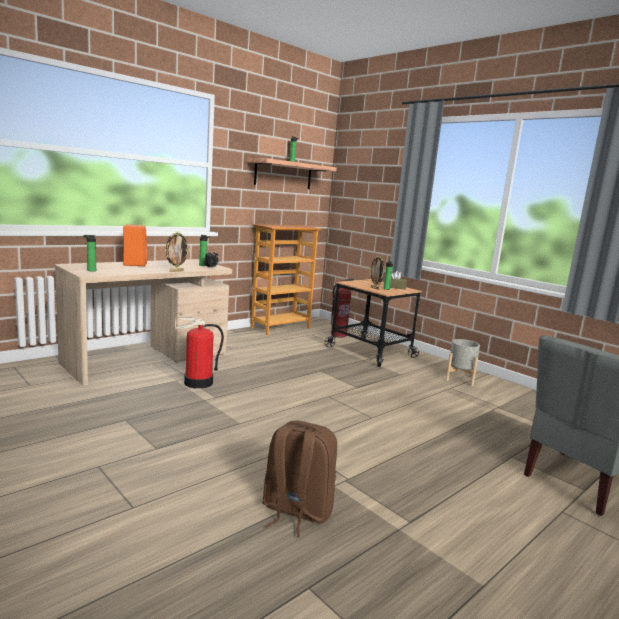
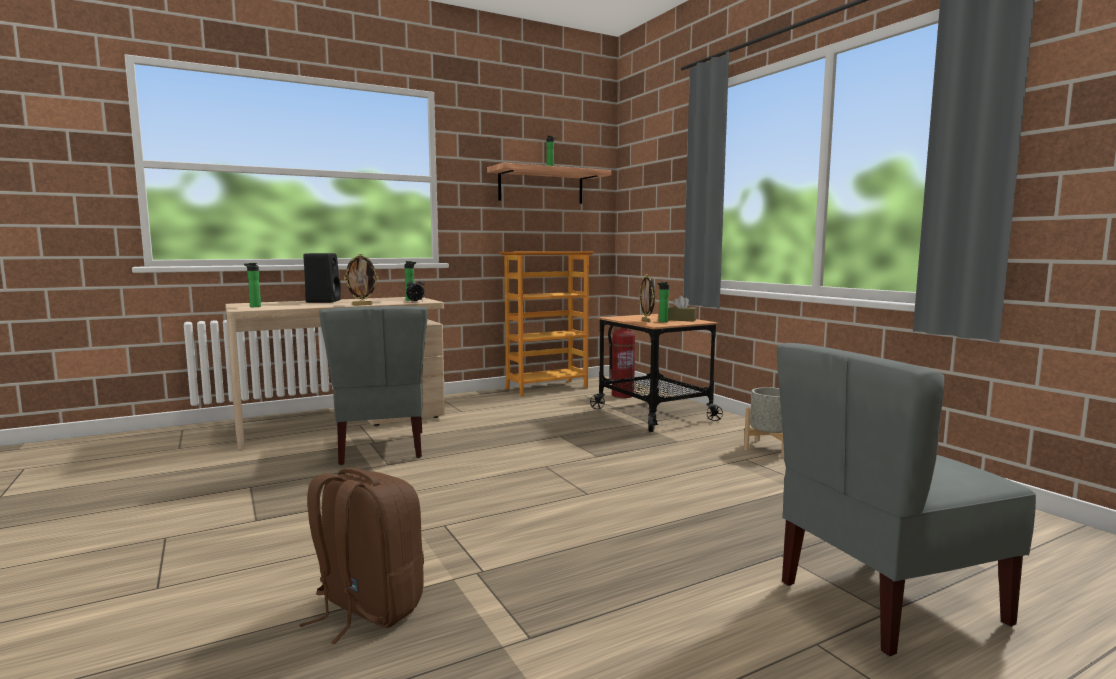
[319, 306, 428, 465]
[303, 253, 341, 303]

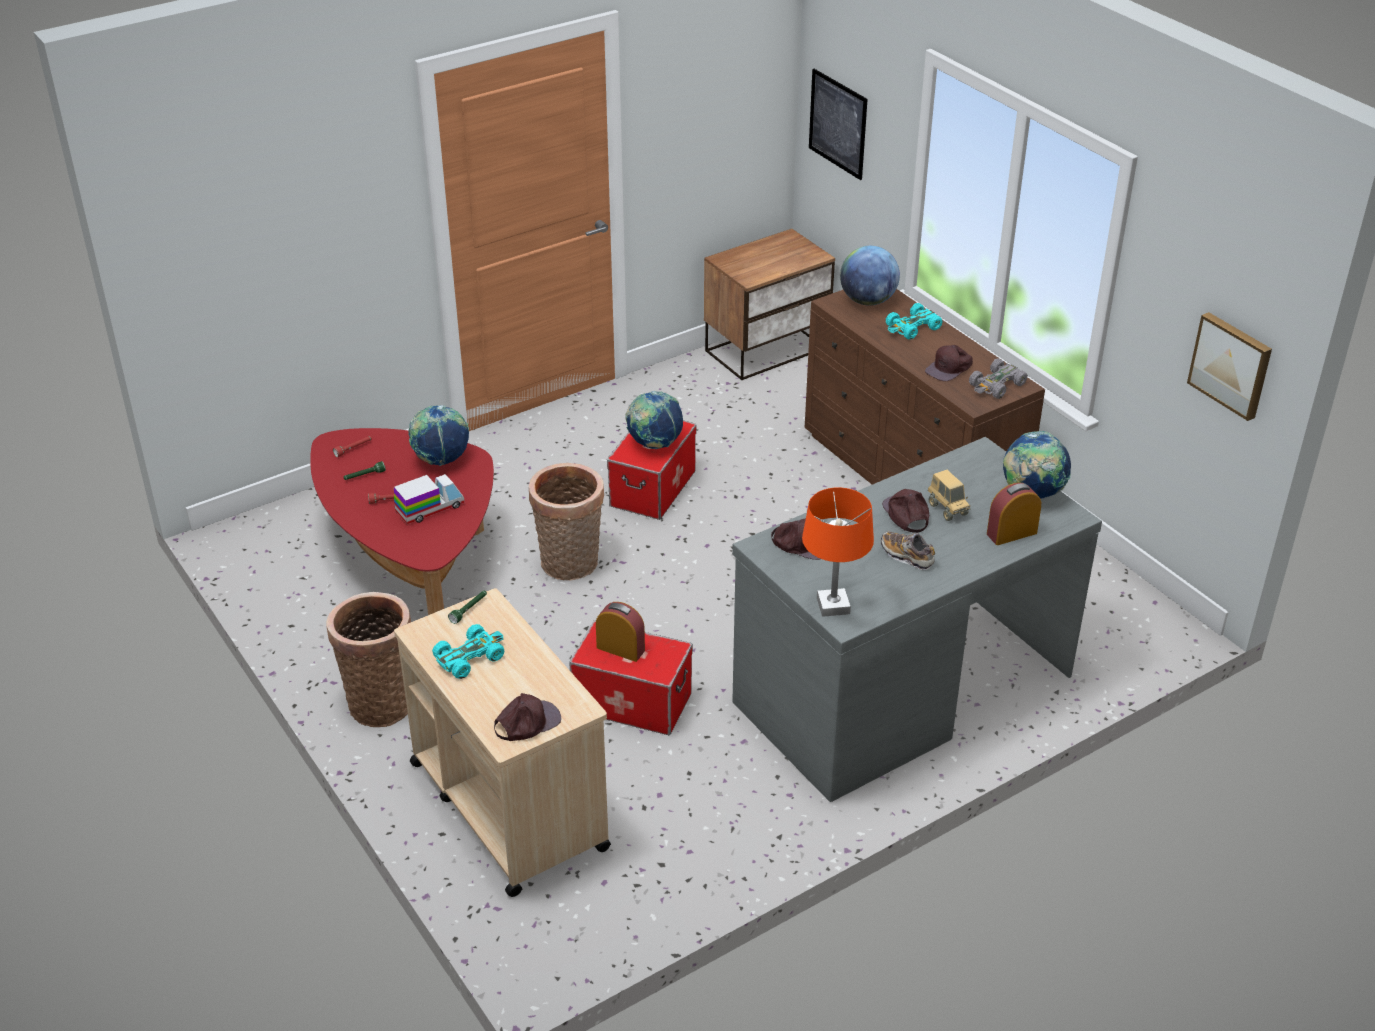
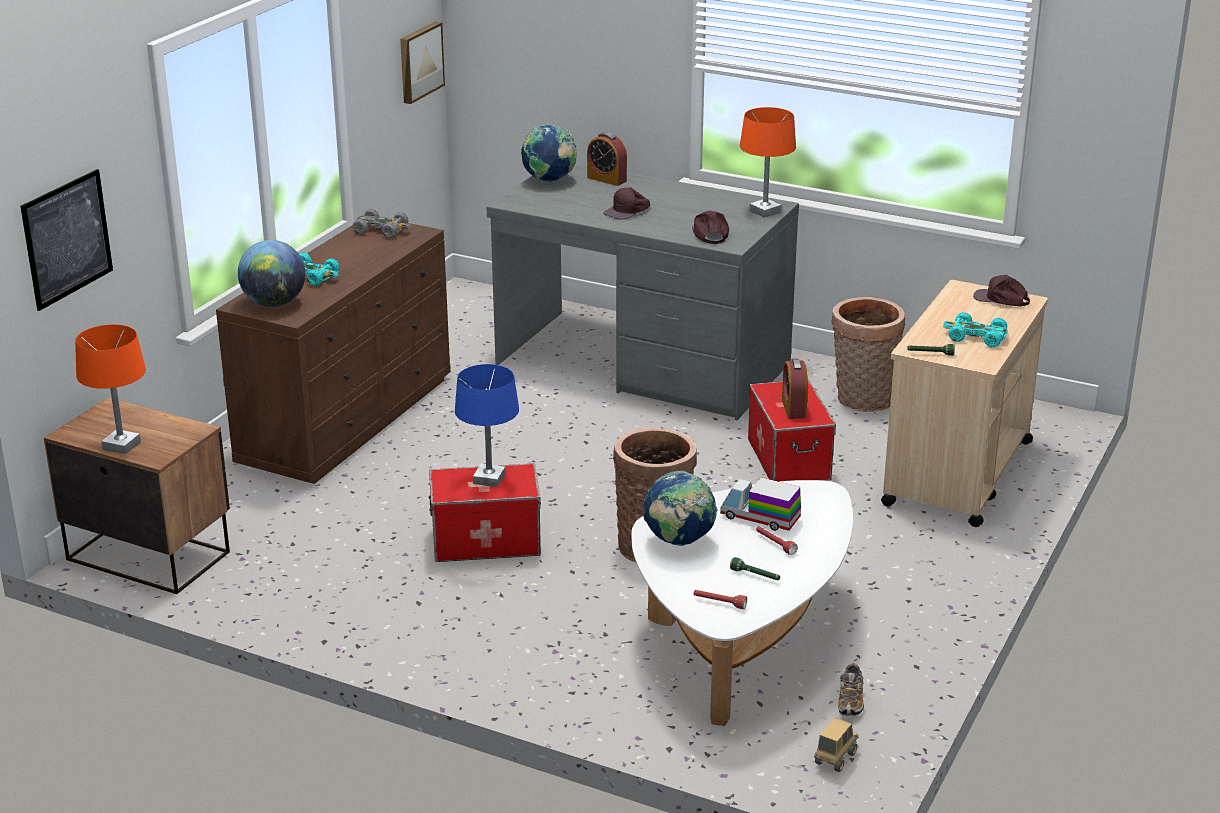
[925, 345, 973, 381] (first image)
[75, 324, 146, 454]
[832, 297, 905, 412]
[838, 662, 864, 717]
[814, 717, 859, 772]
[455, 364, 519, 487]
[631, 480, 853, 726]

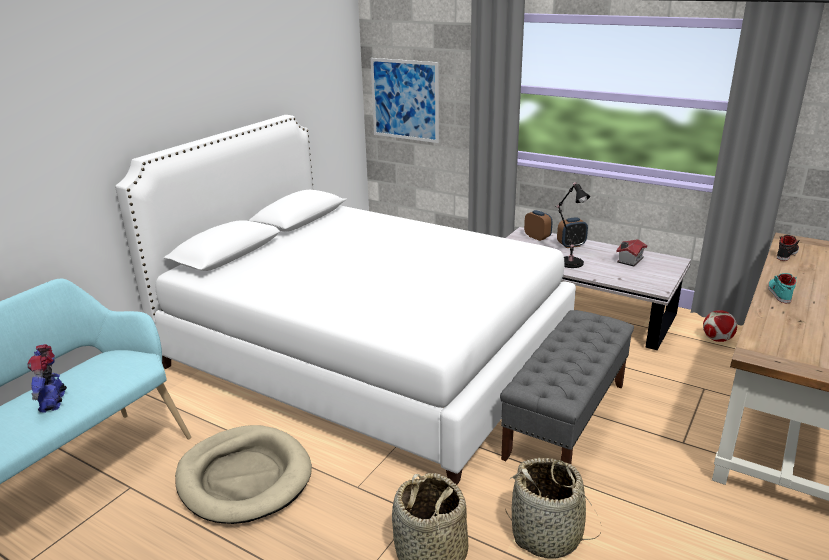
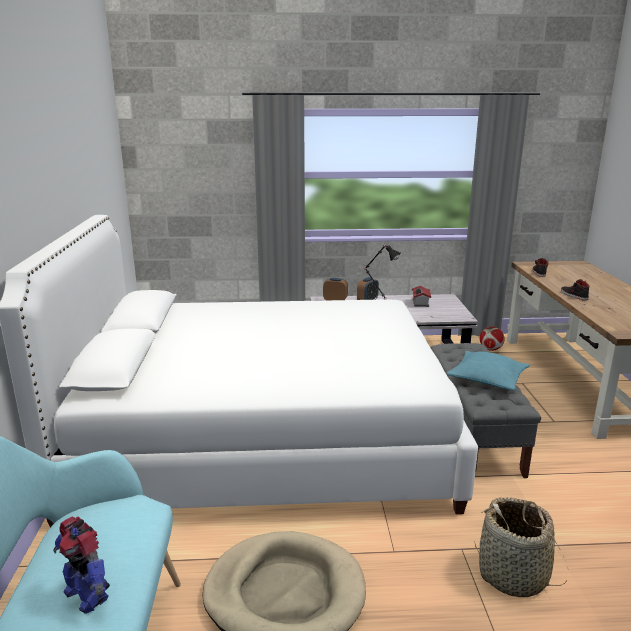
[371, 58, 439, 143] (first image)
[505, 458, 601, 559] (first image)
[446, 351, 530, 391]
[561, 279, 589, 300]

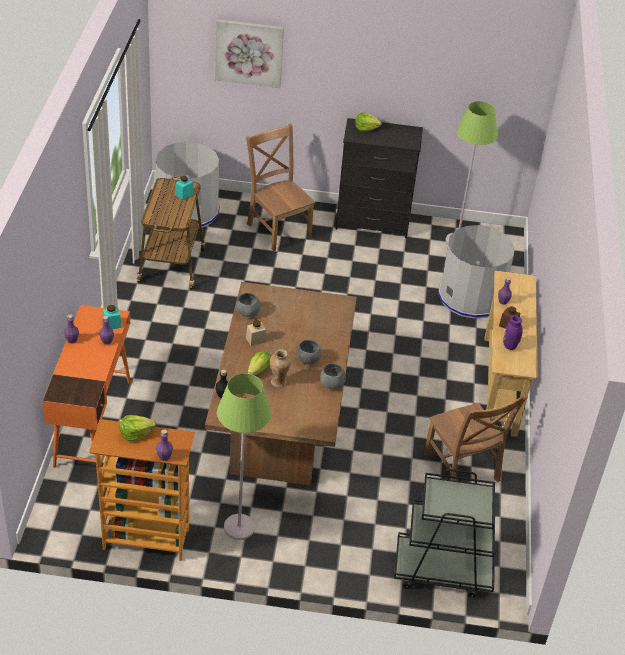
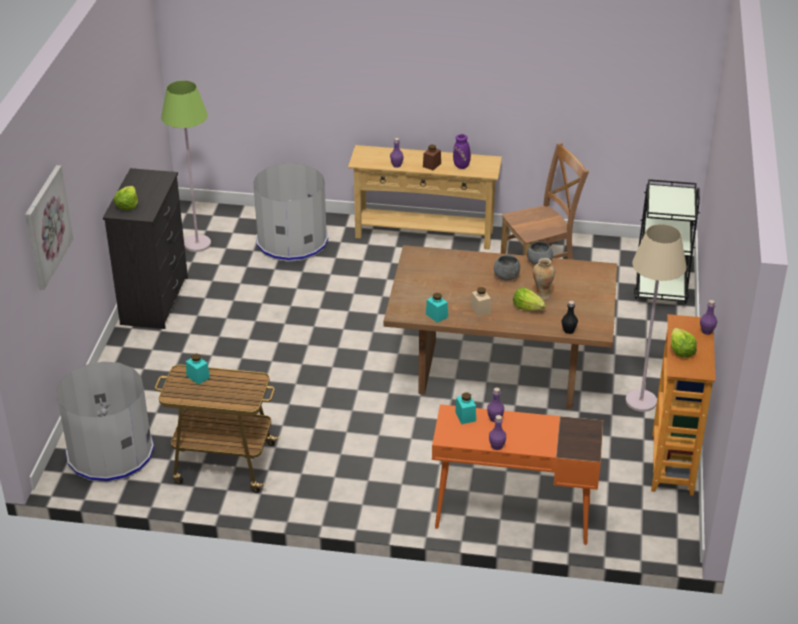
[246, 124, 315, 251] (first image)
[426, 293, 448, 323]
[626, 224, 687, 412]

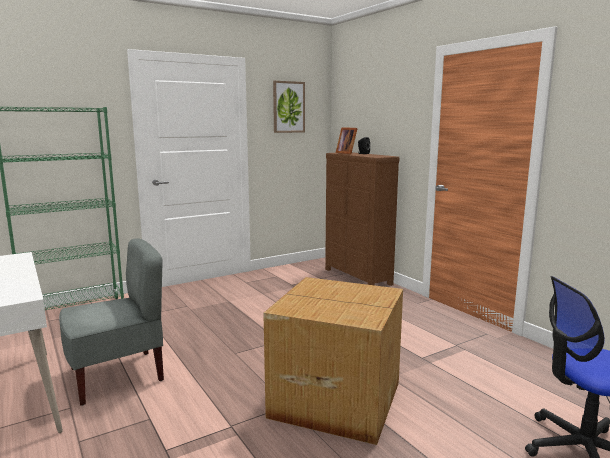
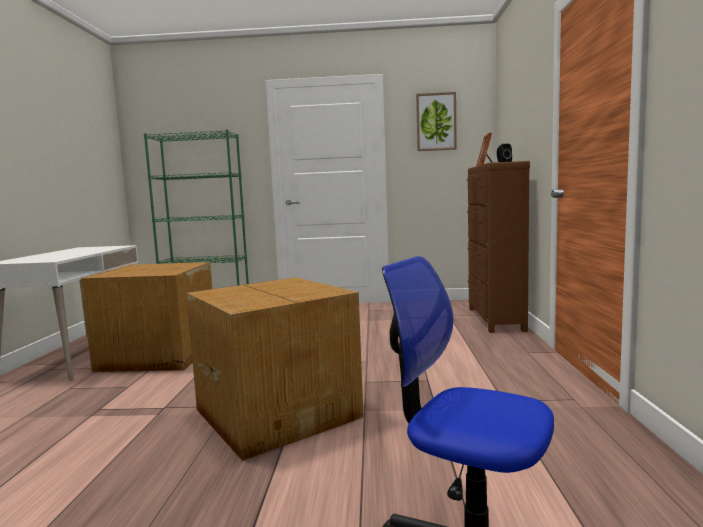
[81, 262, 212, 372]

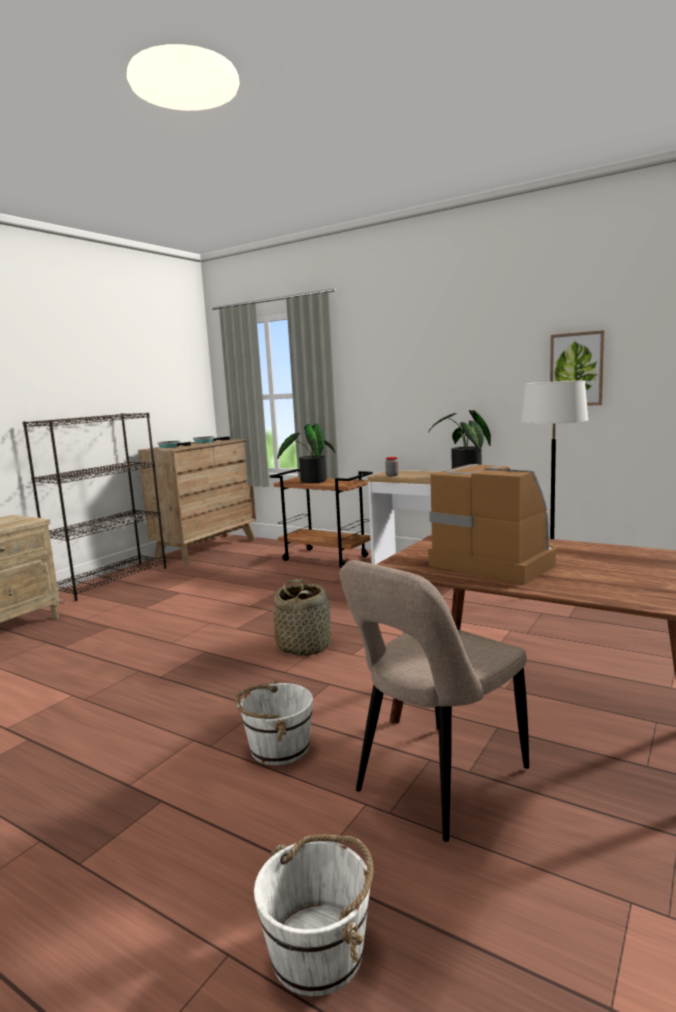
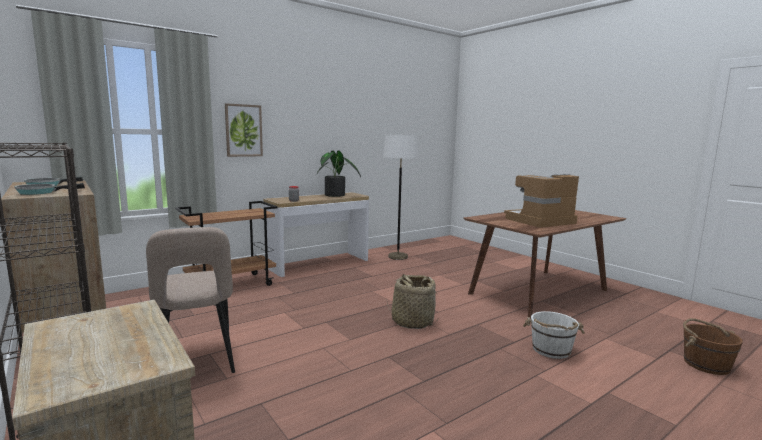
[277, 424, 335, 483] (first image)
[146, 227, 235, 373]
[225, 103, 263, 157]
[683, 318, 743, 375]

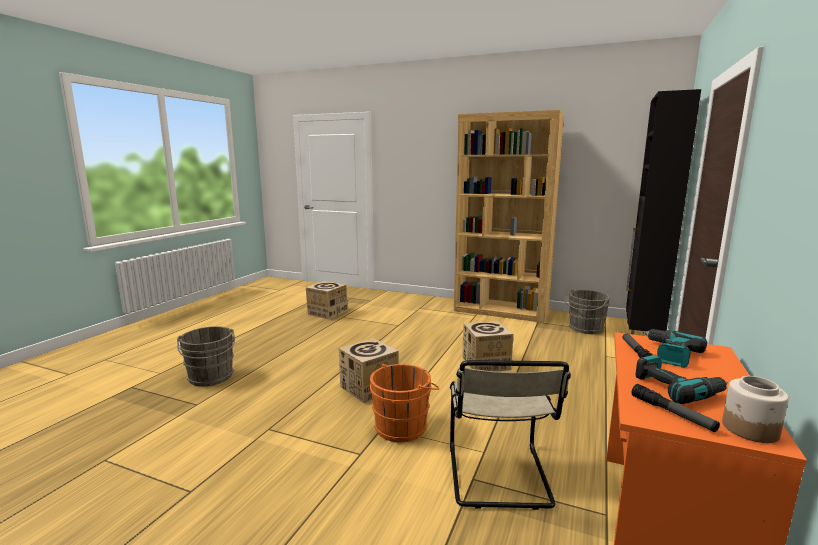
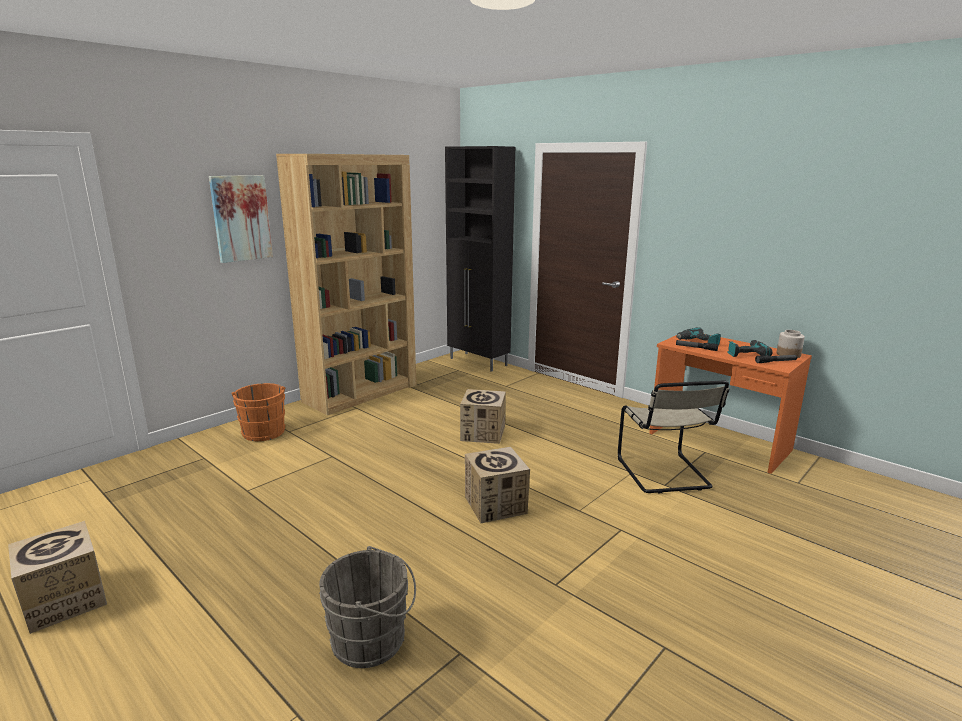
[564, 289, 610, 334] (first image)
[209, 175, 273, 263]
[8, 521, 107, 634]
[231, 383, 285, 441]
[618, 381, 729, 494]

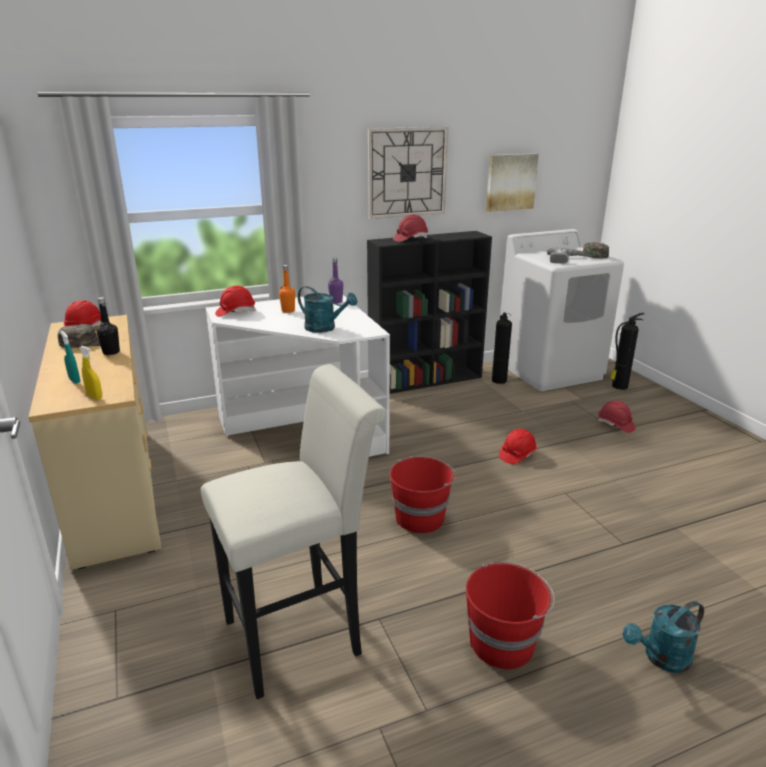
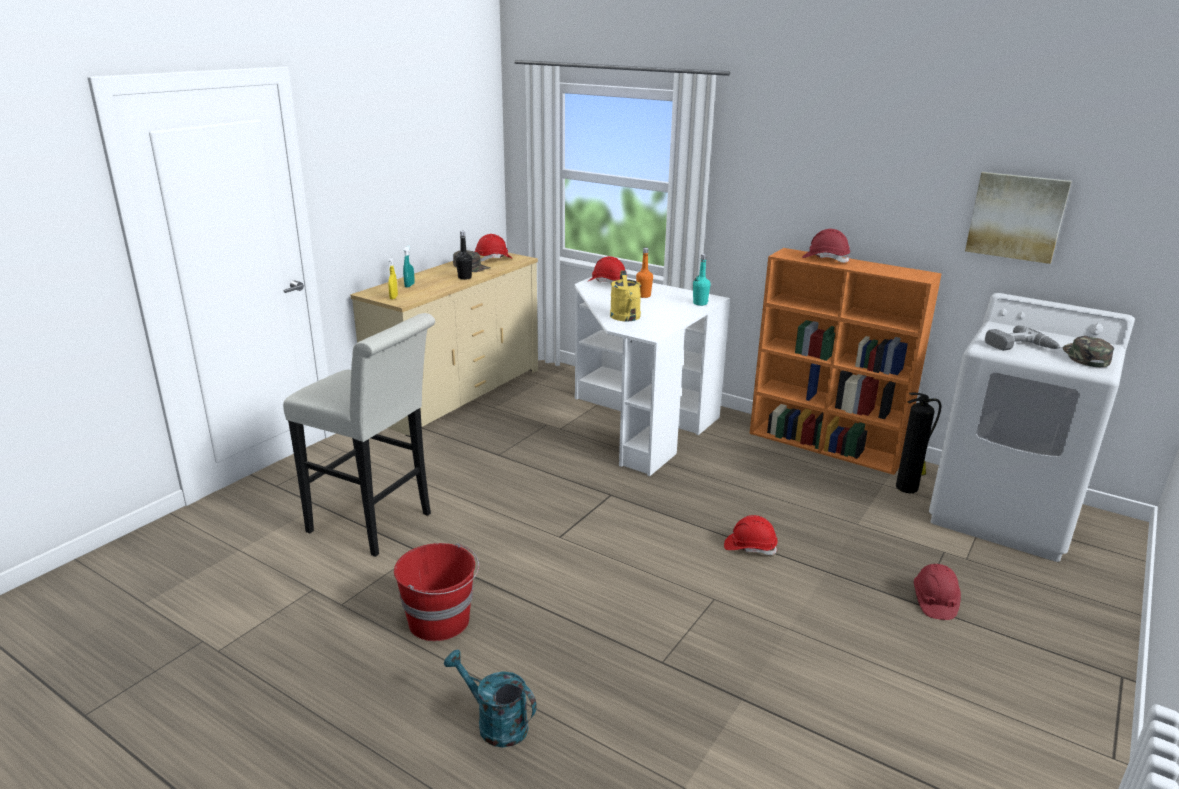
[368, 127, 448, 219] (first image)
[389, 456, 456, 533] (first image)
[610, 313, 645, 390] (first image)
[610, 270, 641, 321]
[693, 254, 711, 306]
[749, 248, 942, 475]

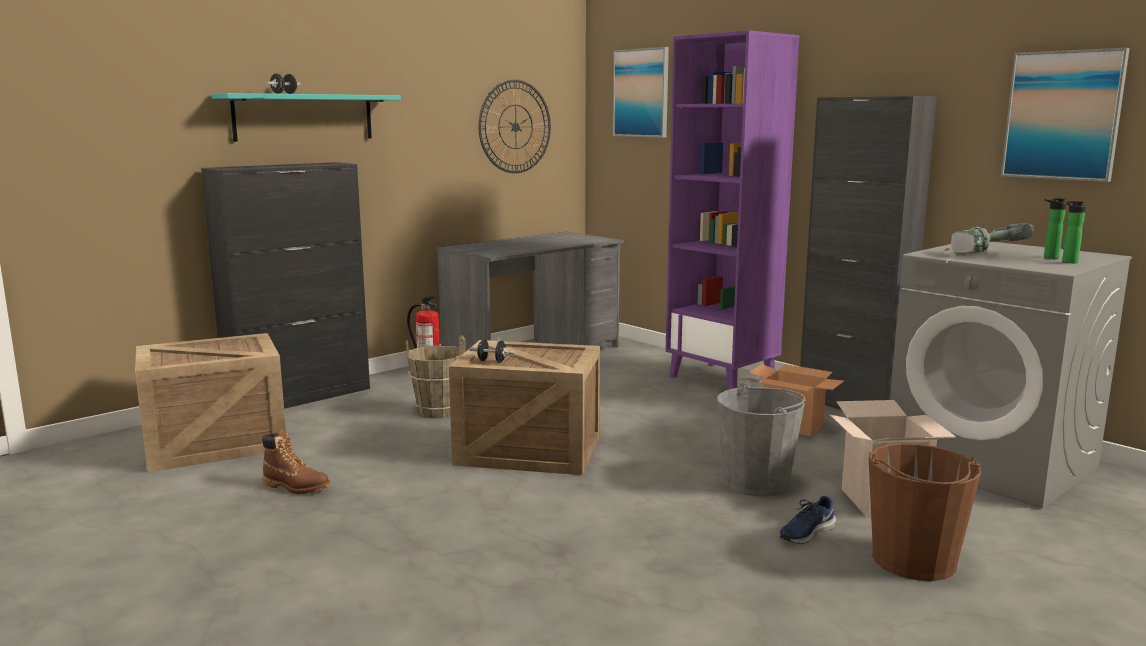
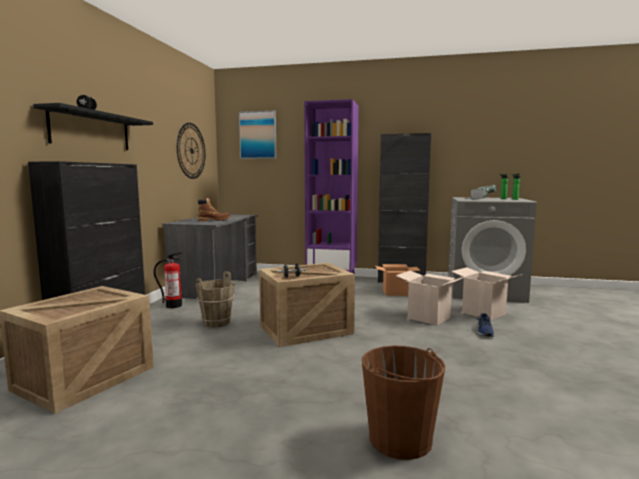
[1001, 48, 1130, 182] (first image)
[197, 196, 231, 221]
[362, 345, 446, 460]
[396, 271, 466, 326]
[33, 103, 153, 150]

